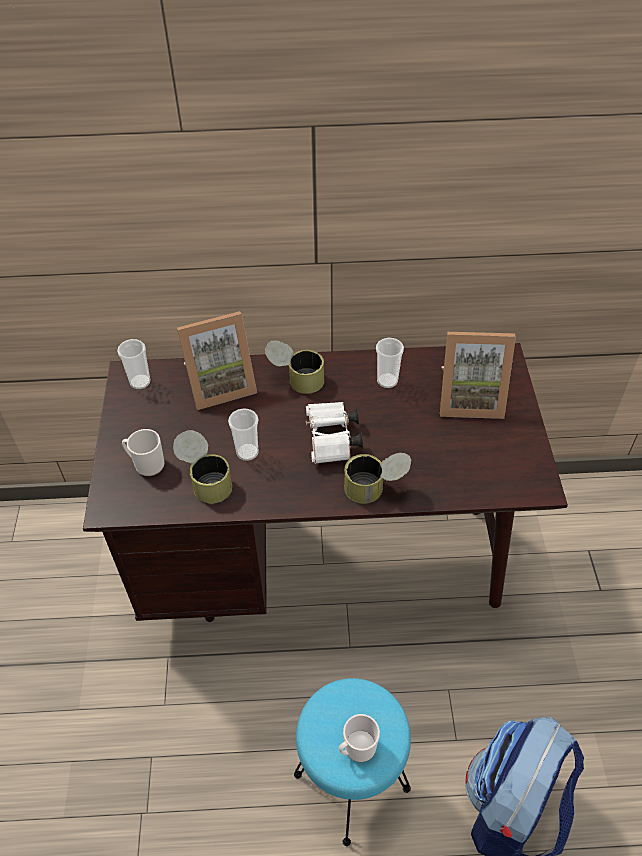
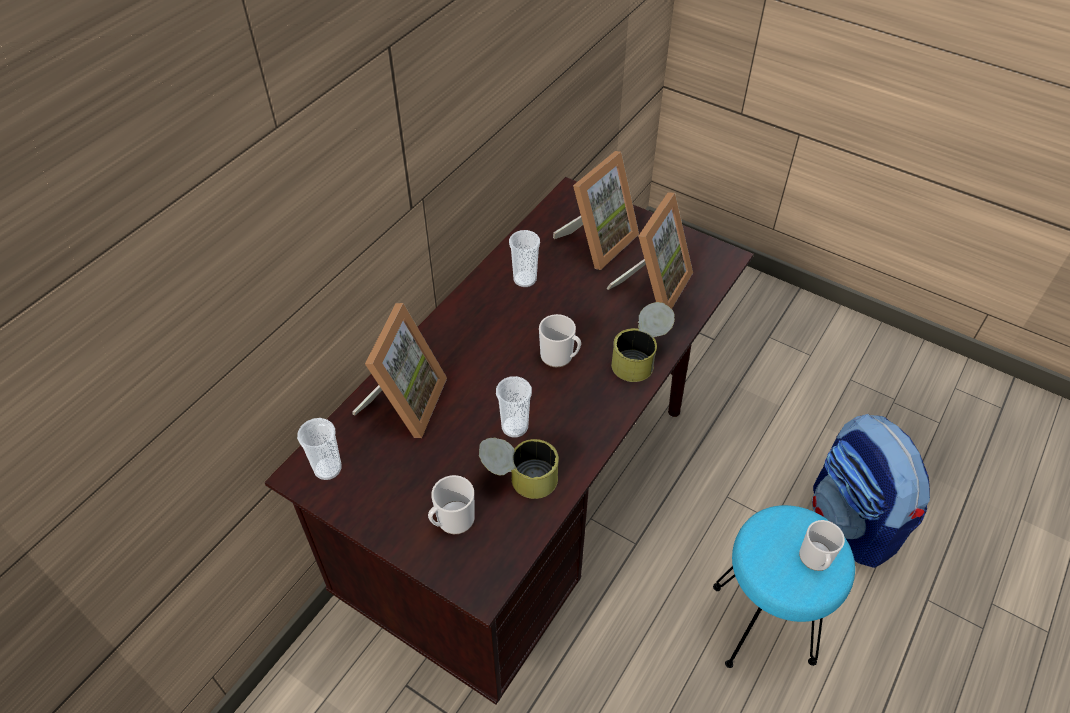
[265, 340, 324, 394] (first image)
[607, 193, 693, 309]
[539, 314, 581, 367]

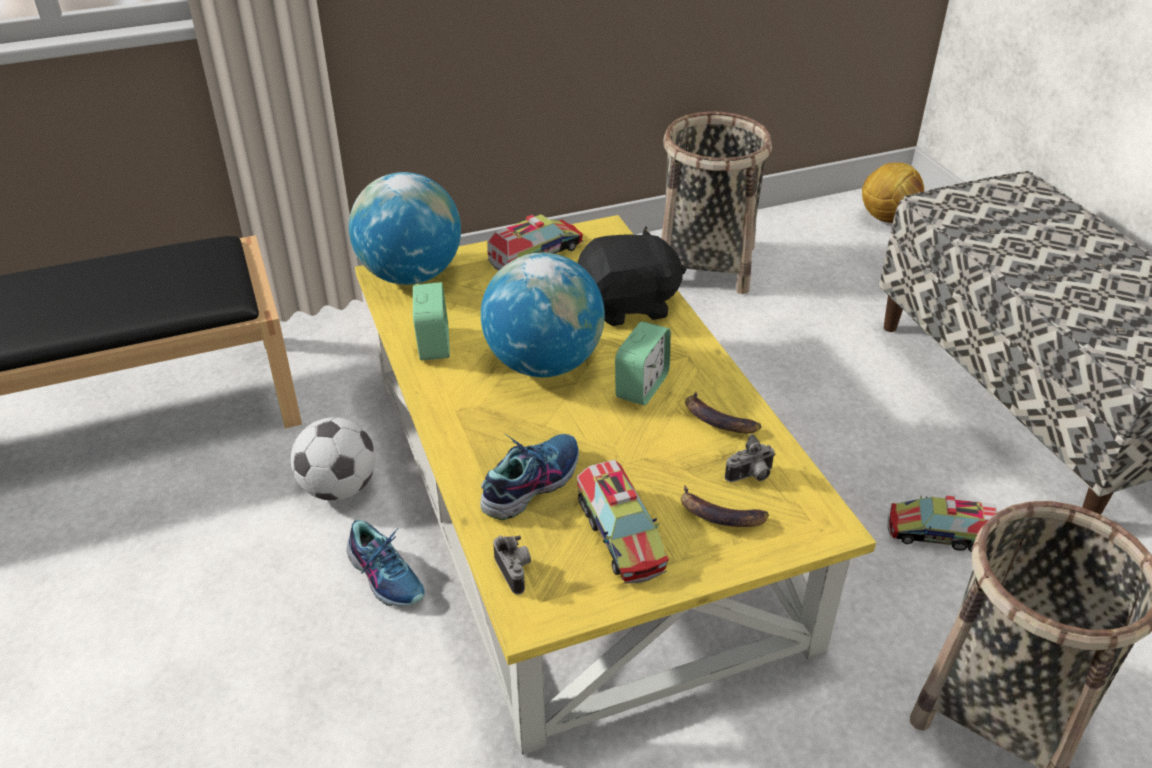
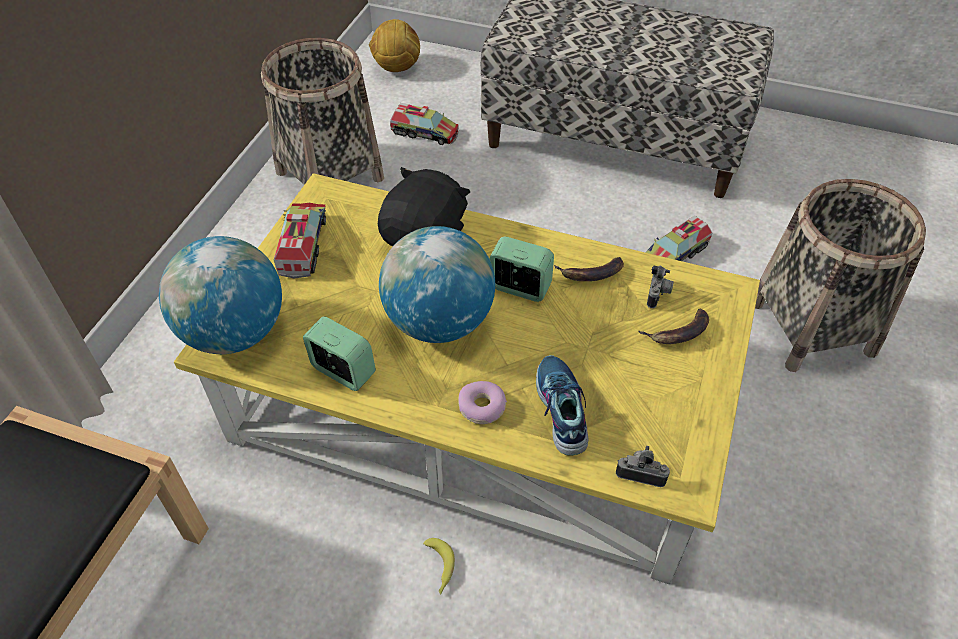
[291, 417, 376, 501] (first image)
[458, 381, 507, 424]
[390, 103, 459, 145]
[423, 538, 455, 594]
[490, 237, 554, 302]

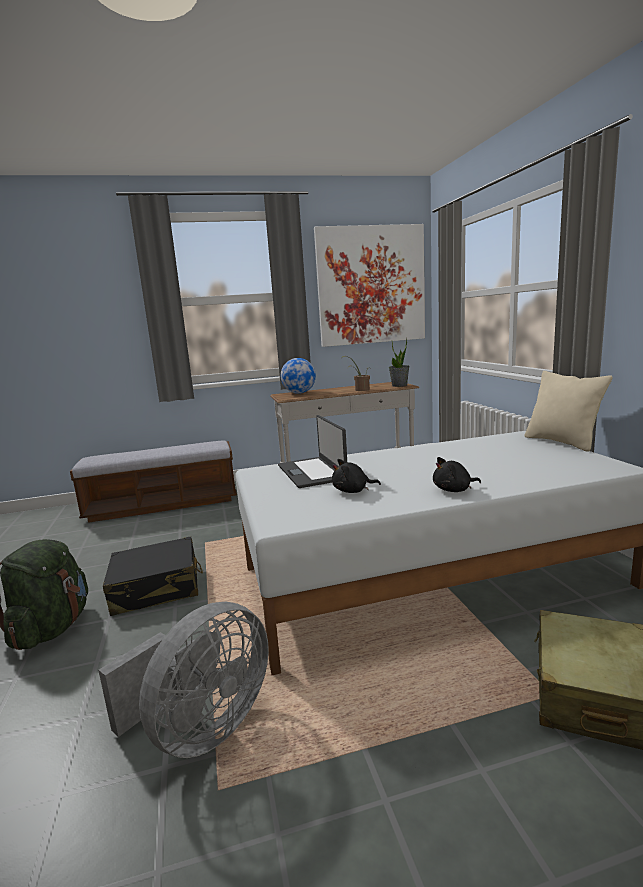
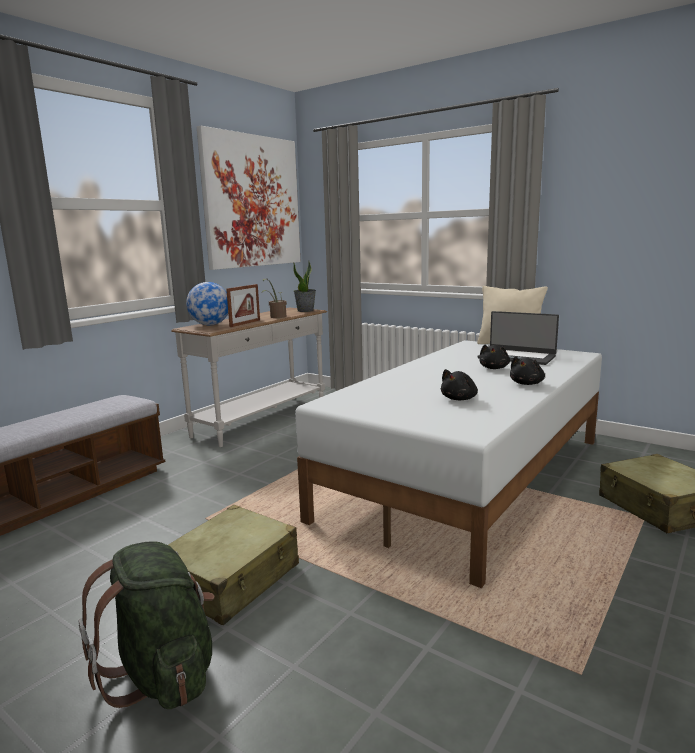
[98, 602, 269, 758] (first image)
[226, 284, 260, 327]
[479, 344, 510, 369]
[477, 311, 559, 365]
[168, 505, 299, 625]

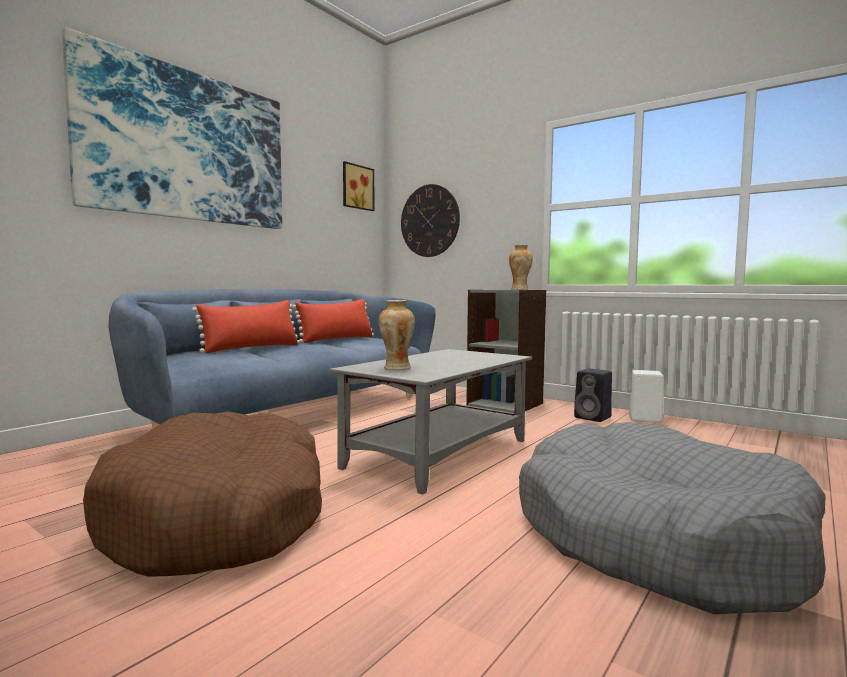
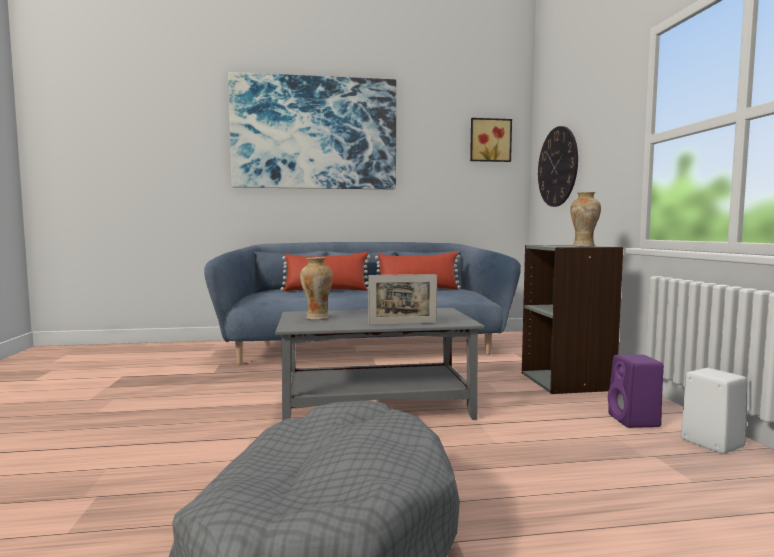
[83, 411, 322, 577] (first image)
[368, 274, 437, 325]
[608, 355, 664, 428]

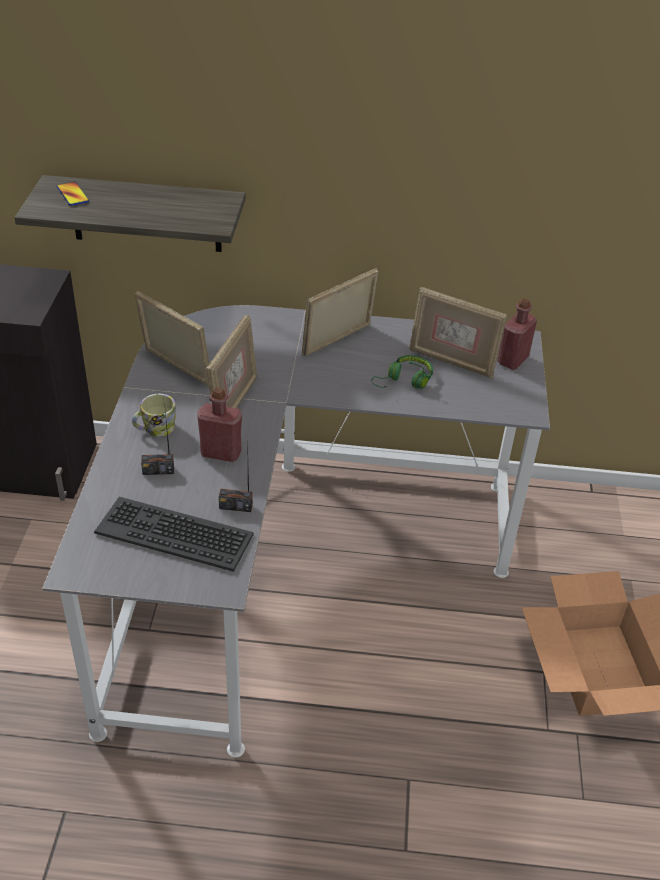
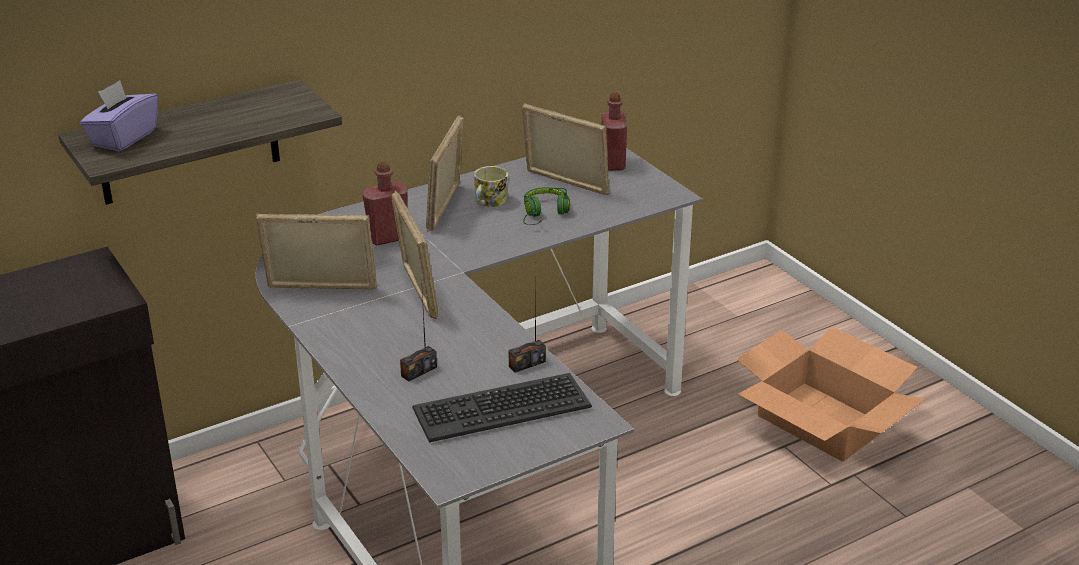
[474, 166, 509, 207]
[363, 161, 408, 246]
[80, 80, 158, 152]
[522, 103, 609, 195]

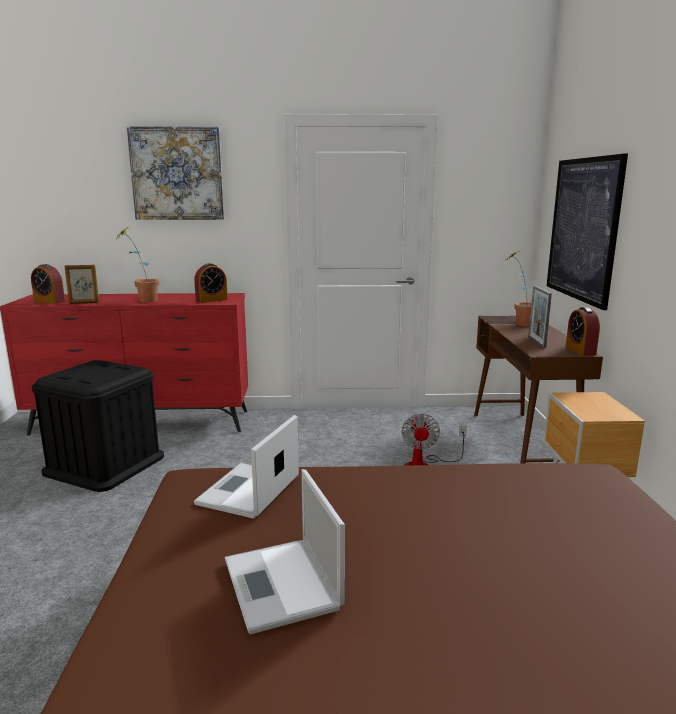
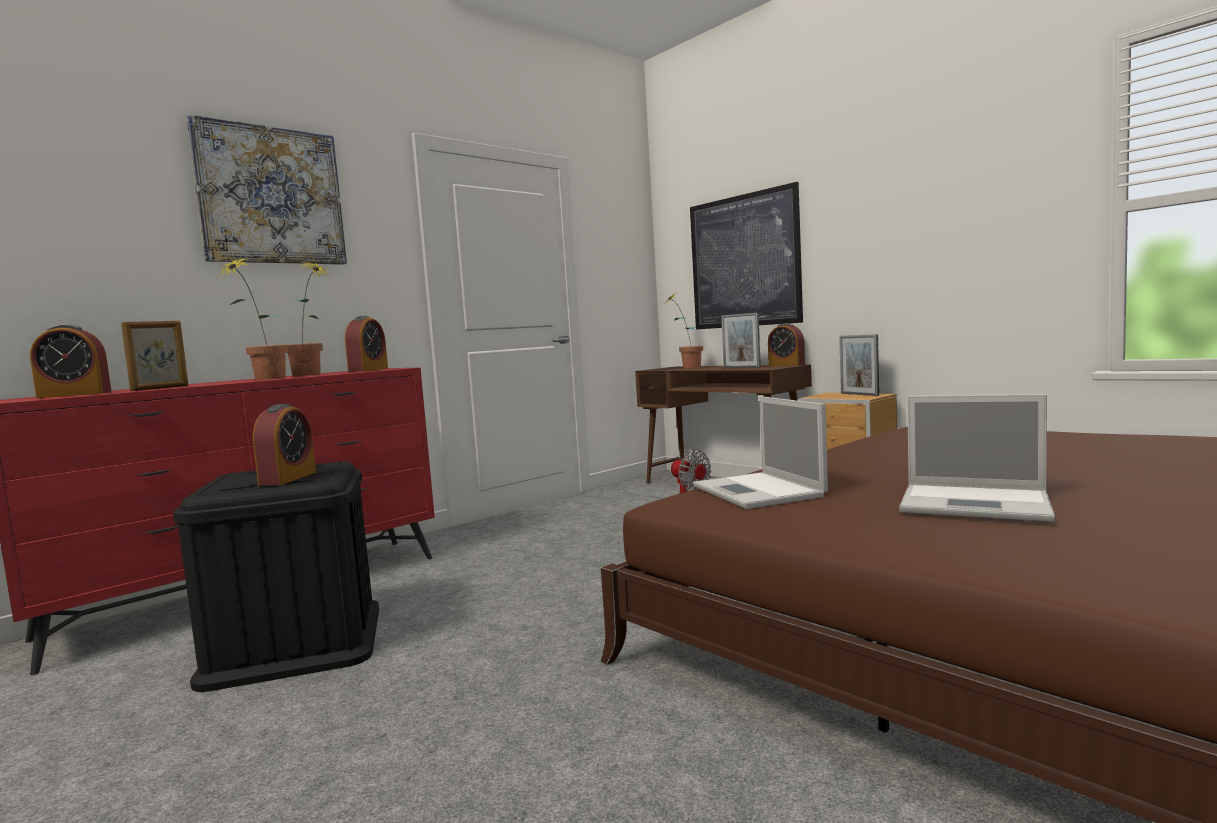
[253, 404, 316, 486]
[288, 260, 331, 376]
[839, 334, 879, 396]

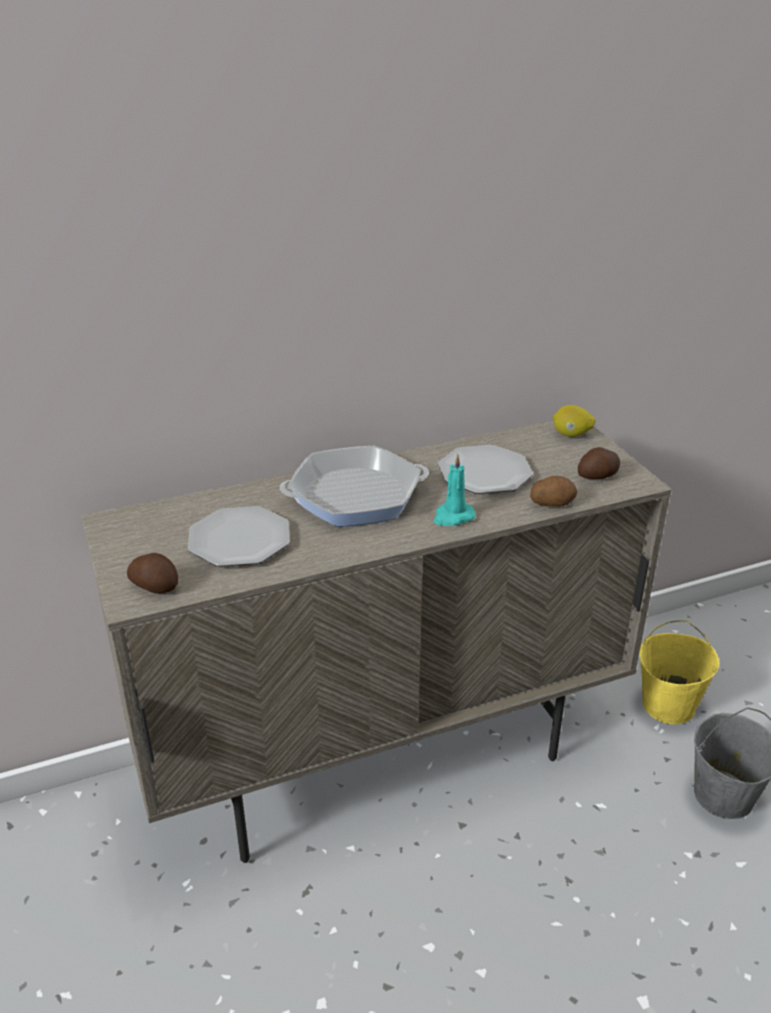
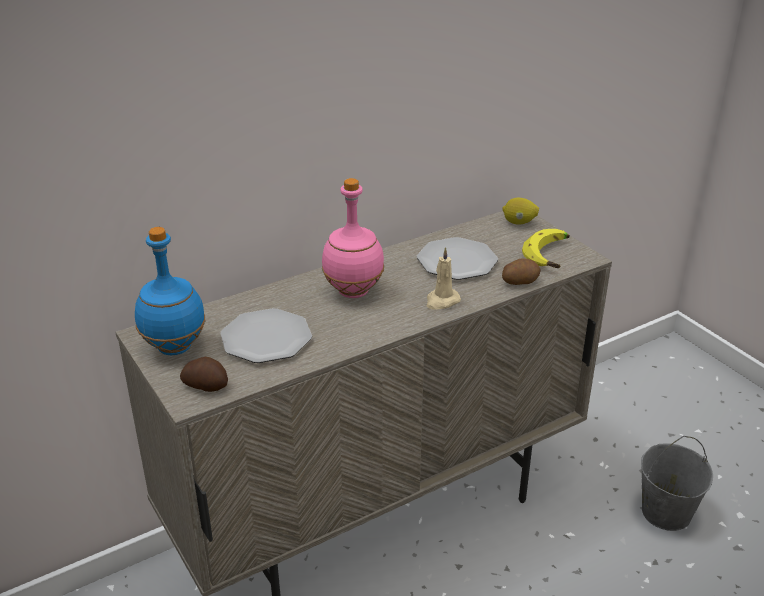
[639, 620, 719, 725] (first image)
[135, 227, 205, 355]
[322, 178, 384, 298]
[522, 229, 570, 268]
[427, 247, 461, 310]

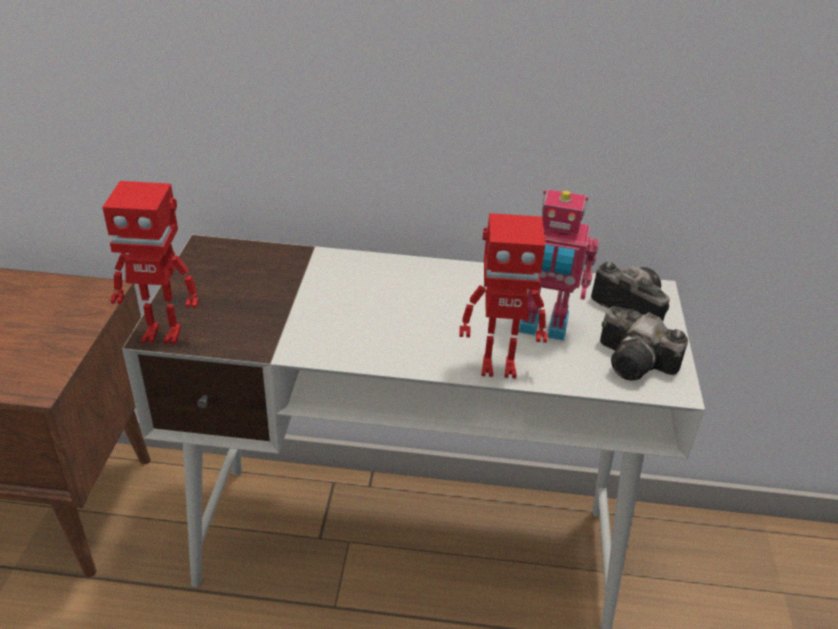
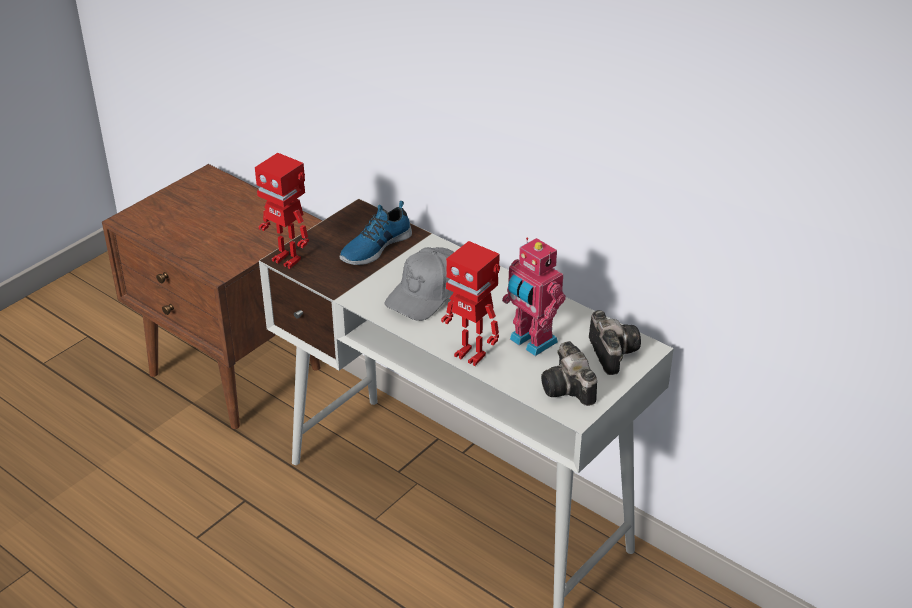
[339, 201, 412, 265]
[384, 247, 454, 321]

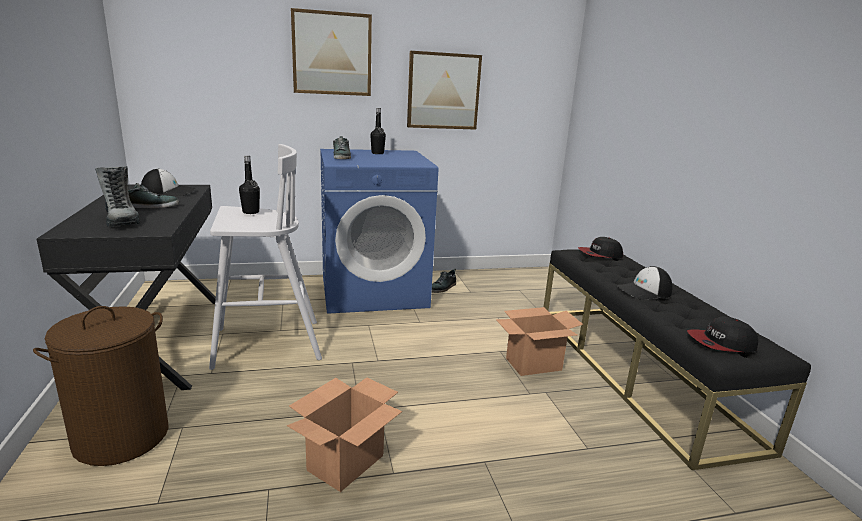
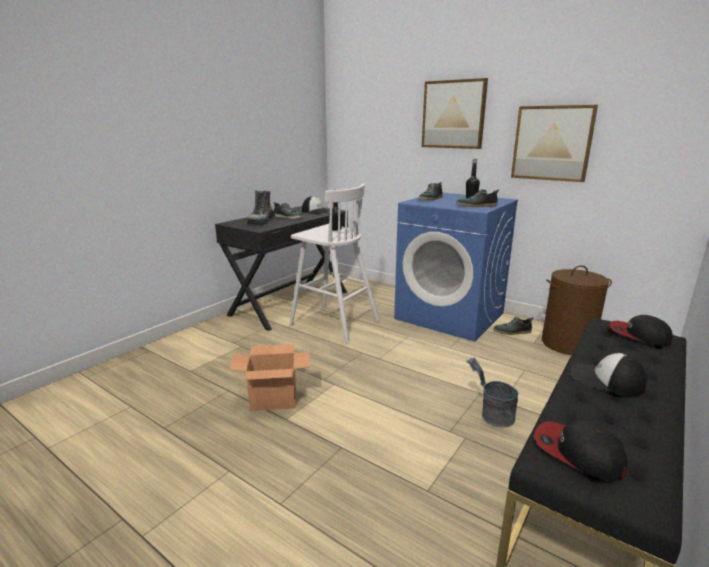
[456, 189, 499, 207]
[542, 265, 612, 355]
[466, 357, 518, 427]

